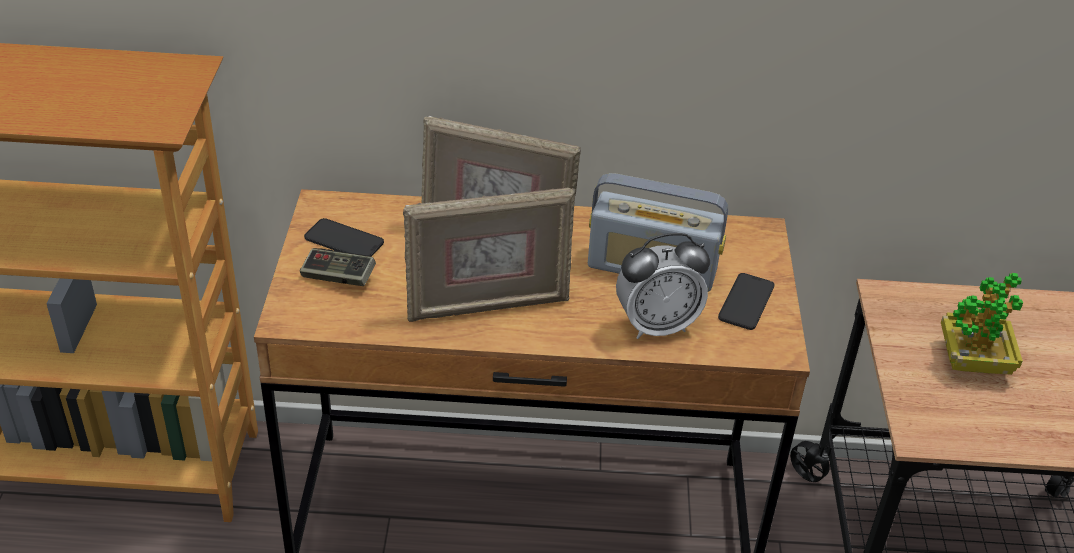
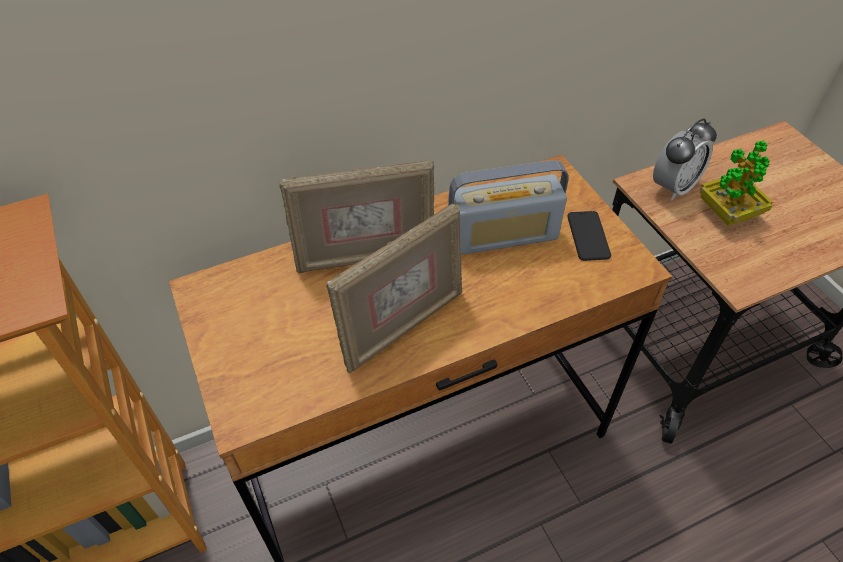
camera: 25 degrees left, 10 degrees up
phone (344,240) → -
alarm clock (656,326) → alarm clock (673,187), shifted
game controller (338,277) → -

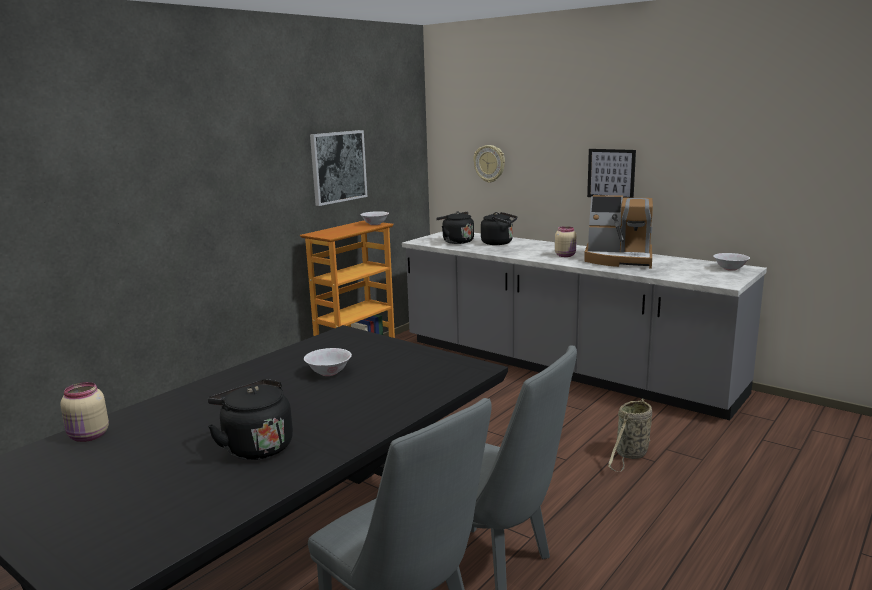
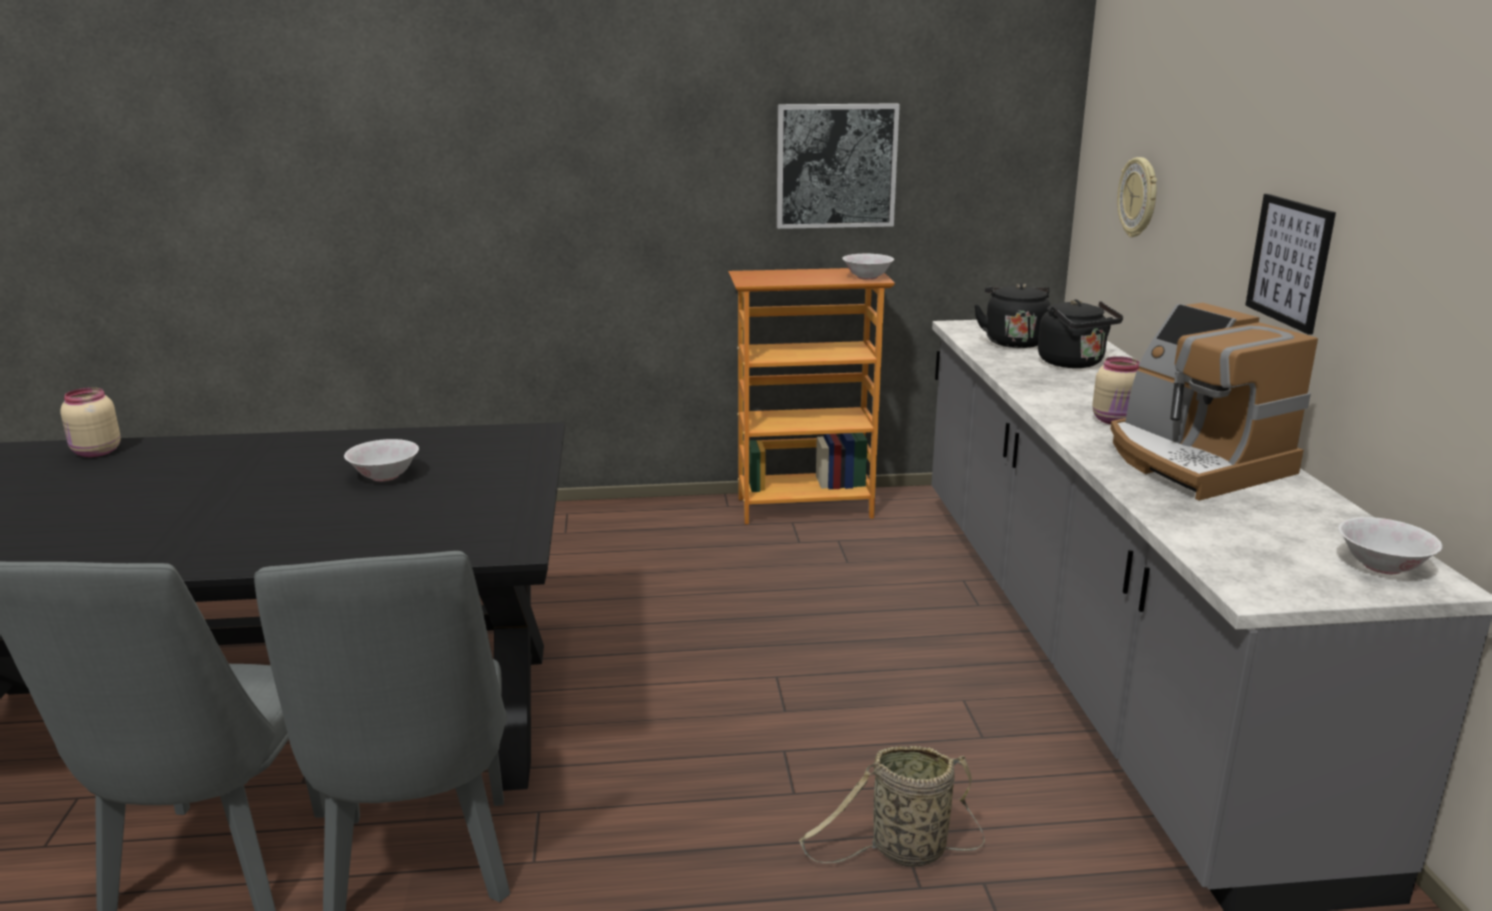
camera: 45 degrees right, 5 degrees up
black kettle (255,446) → -

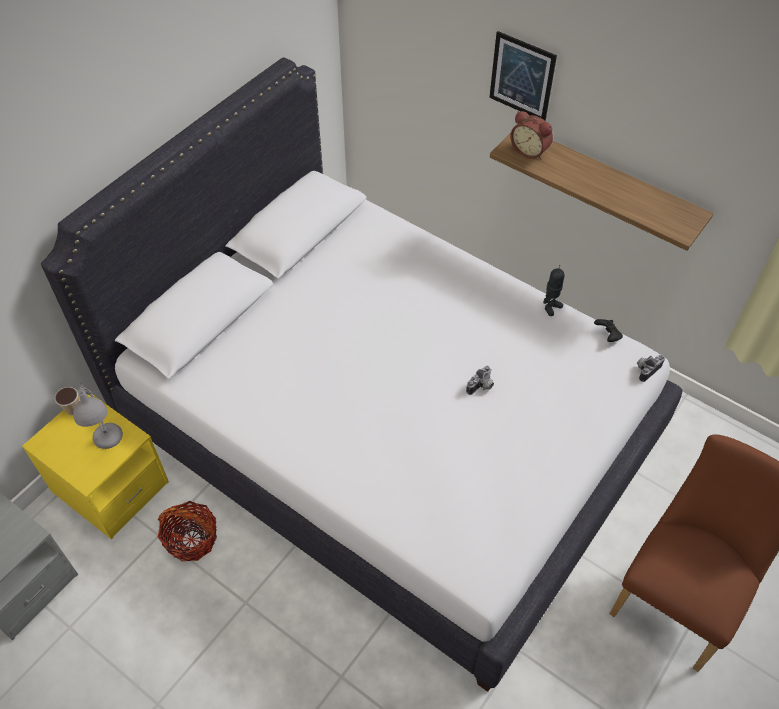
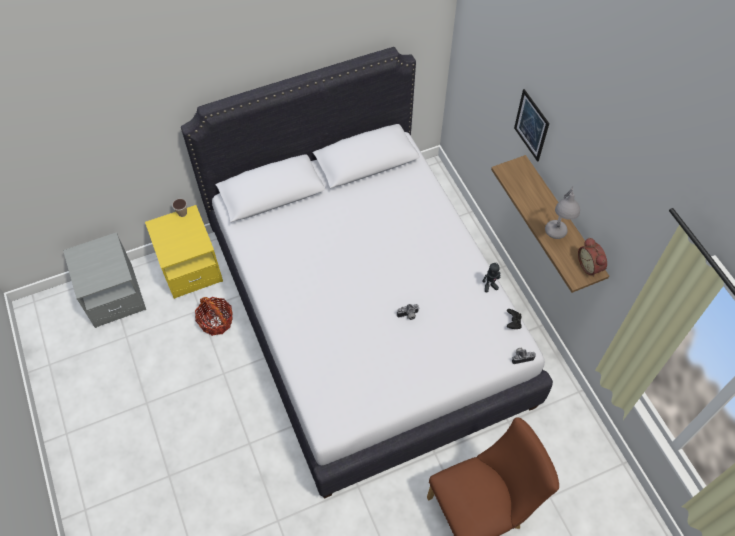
camera: 30 degrees right, 5 degrees up
alarm clock (530,150) → alarm clock (590,266), shifted
grey table lamp (109,446) → grey table lamp (555,237), shifted

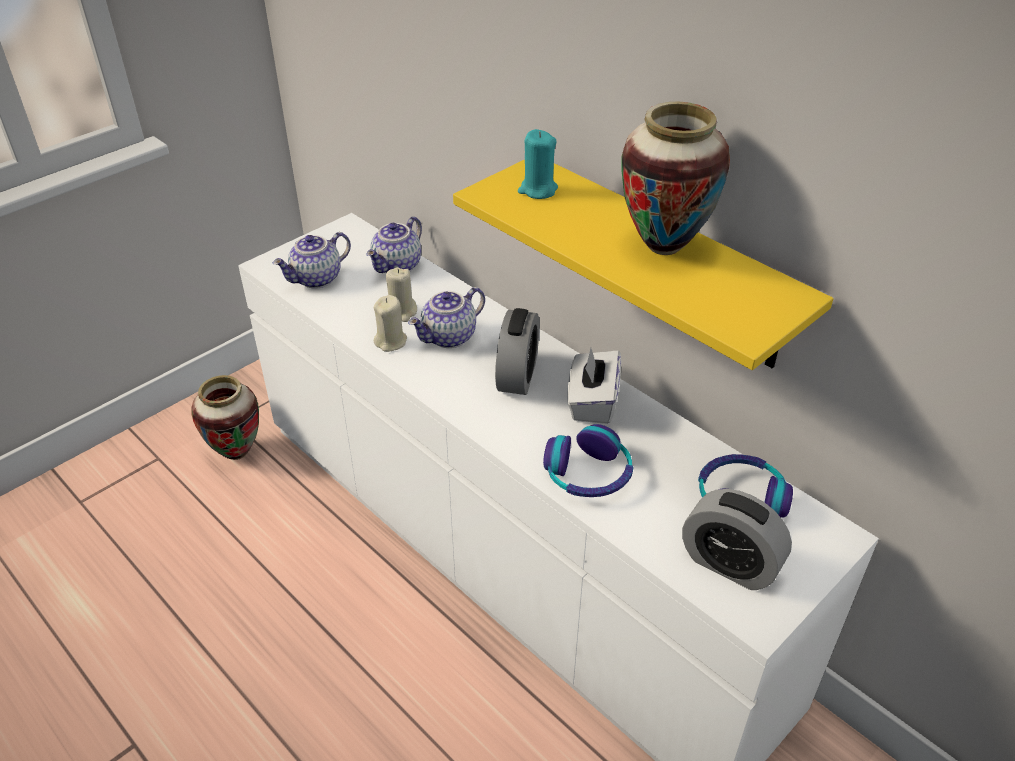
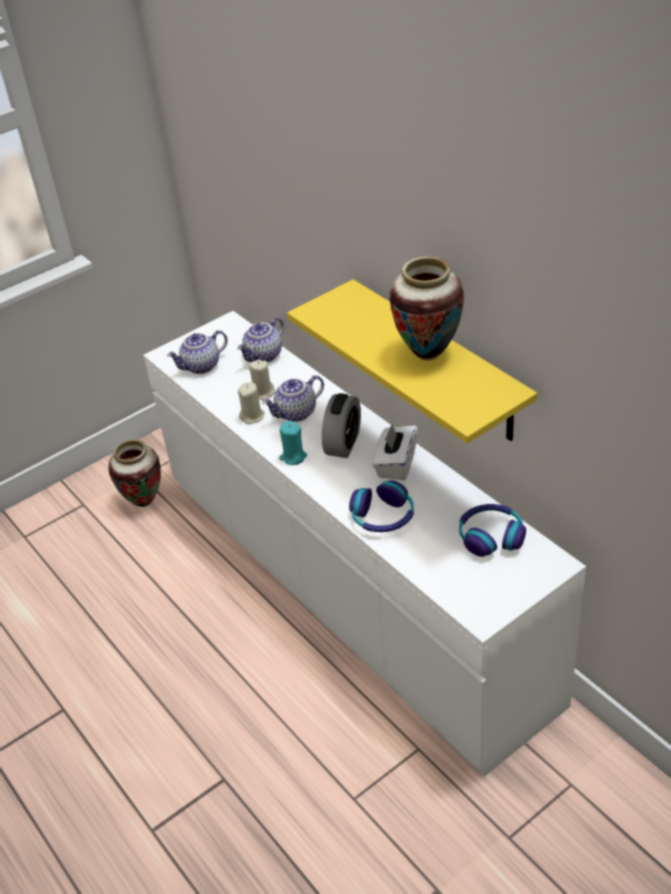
camera: 10 degrees right, 0 degrees up
turquoise candle (537,190) → turquoise candle (293,457), shifted
alarm clock (729,564) → -

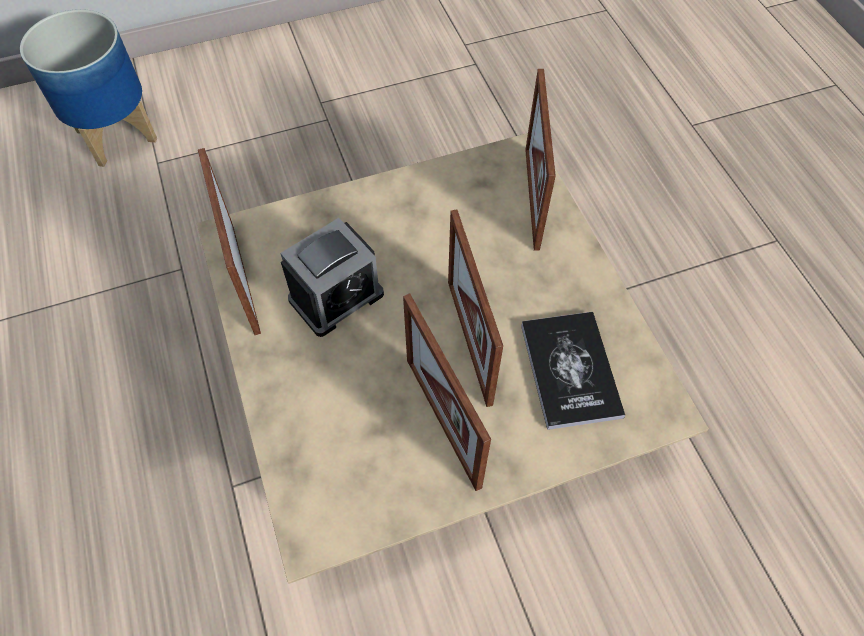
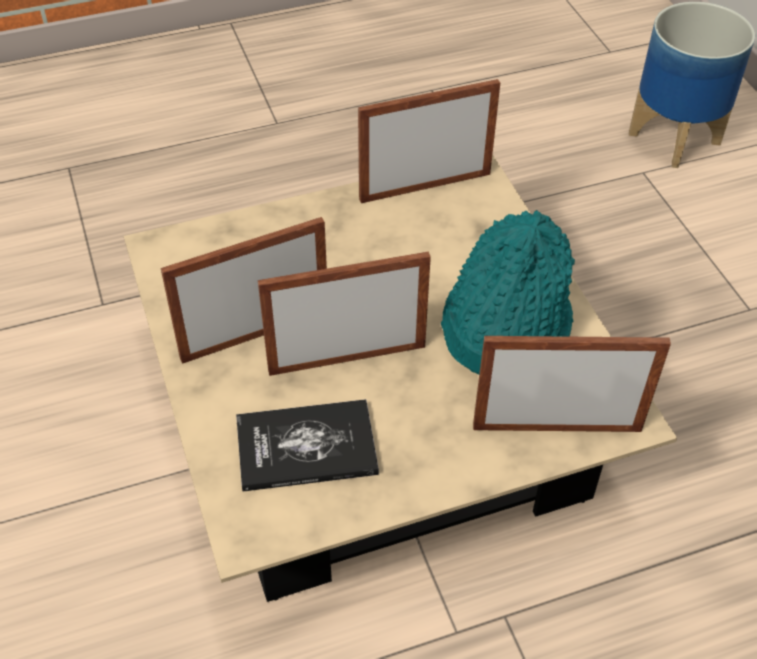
camera: 90 degrees right, 10 degrees down
alarm clock (336,297) → -
- → turquoise hat (504,325)

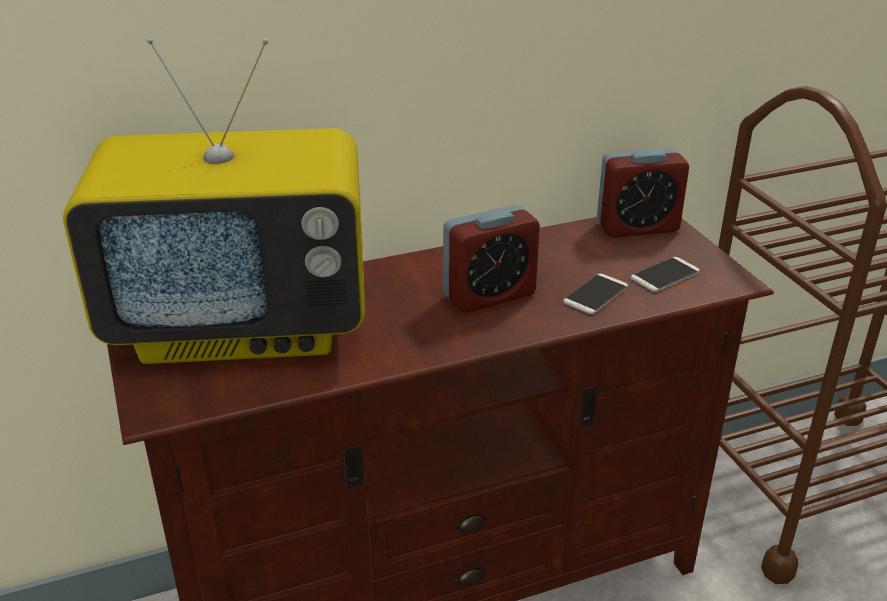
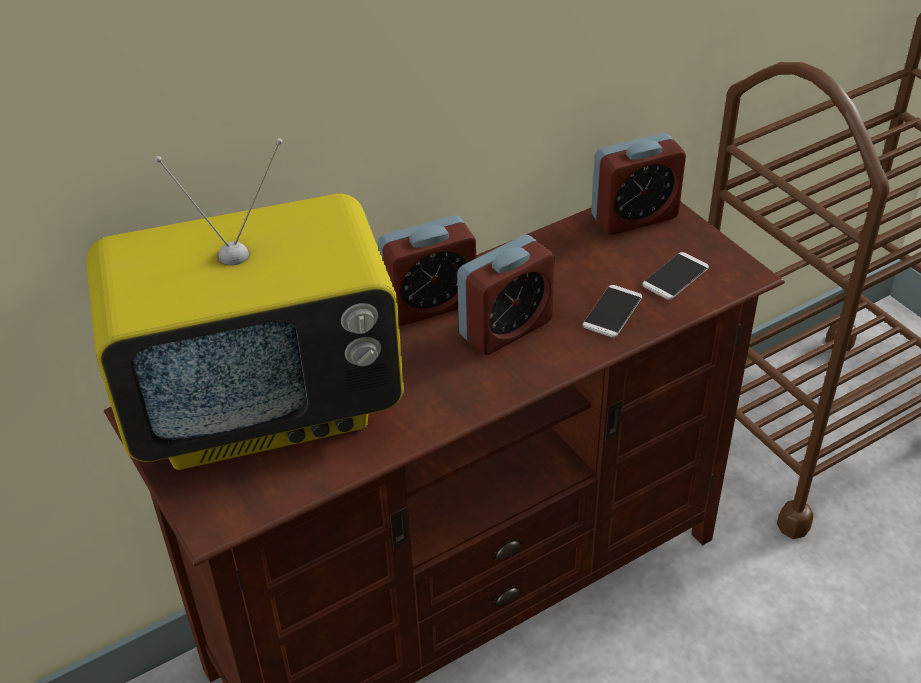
camera: 10 degrees left, 10 degrees up
- → alarm clock (430,304)

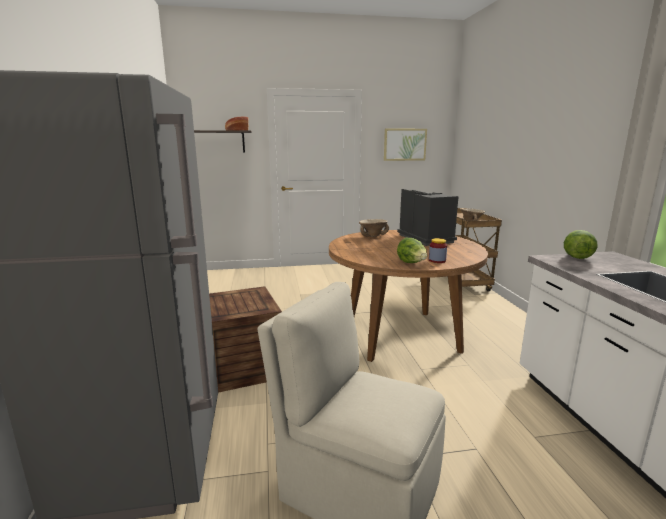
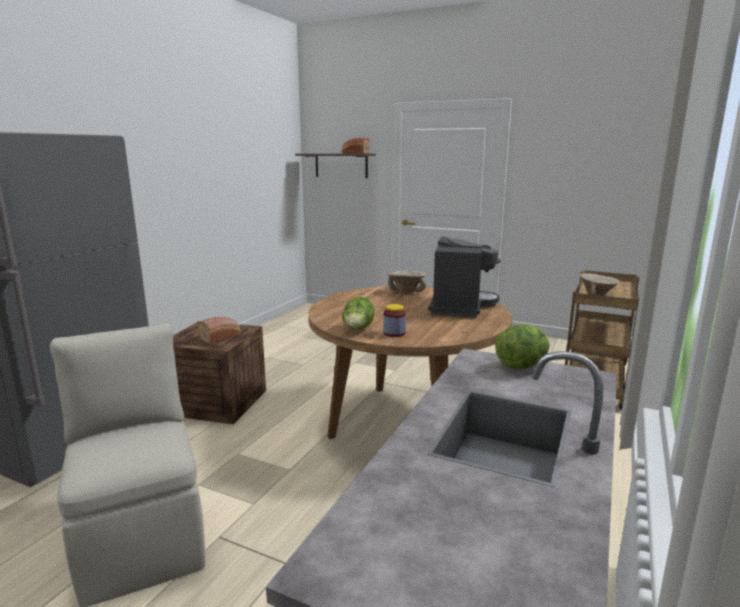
camera: 35 degrees right, 0 degrees up
picture (404,144) → -
- → bread (221,337)

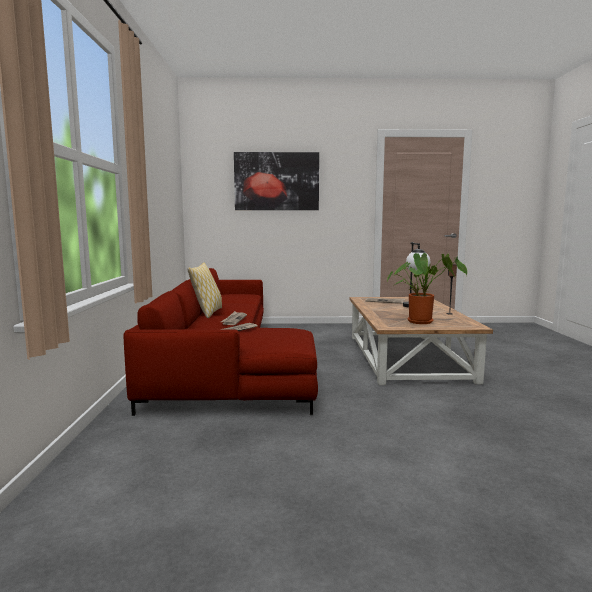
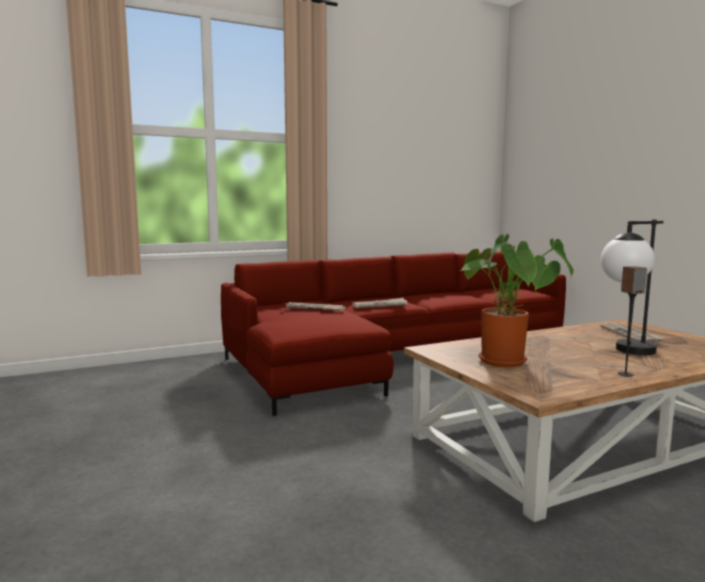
camera: 65 degrees right, 0 degrees up
picture (276,181) → -
pillow (207,313) → -

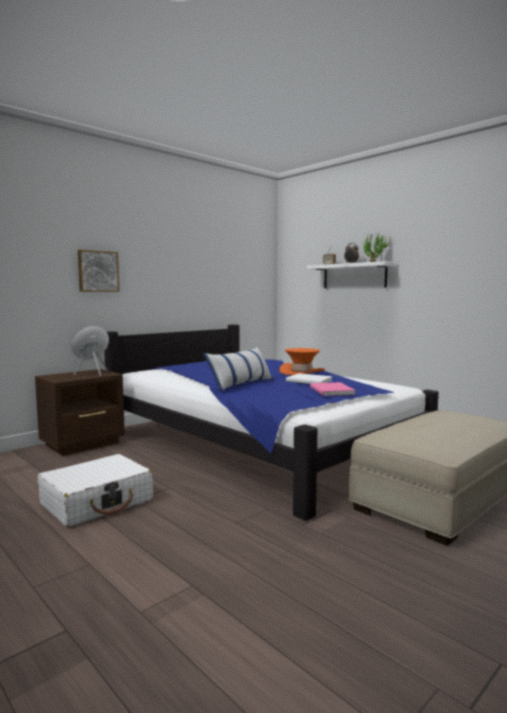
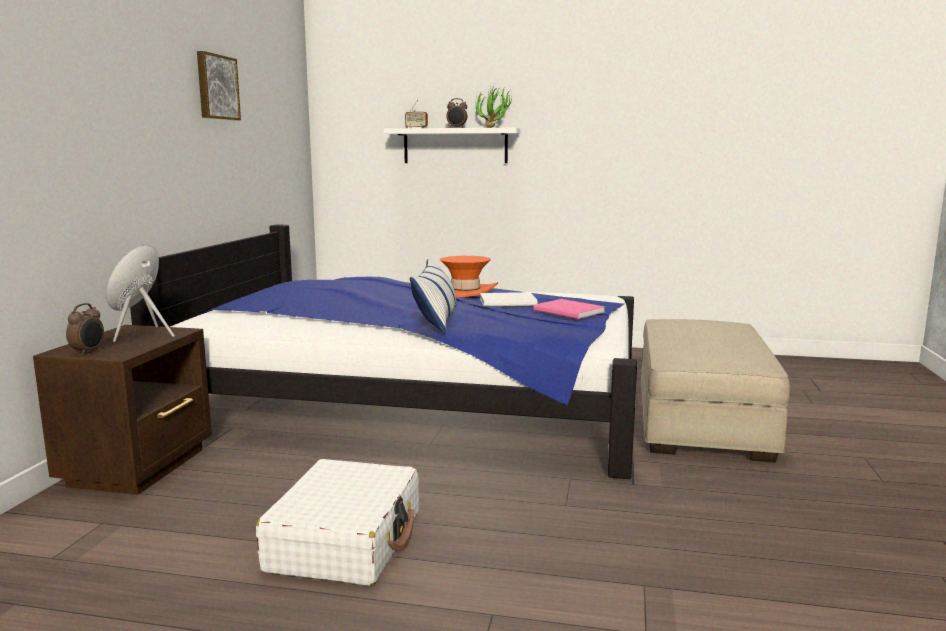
camera: 35 degrees left, 5 degrees up
picture (98,271) → picture (216,87), shifted
- → alarm clock (88,352)

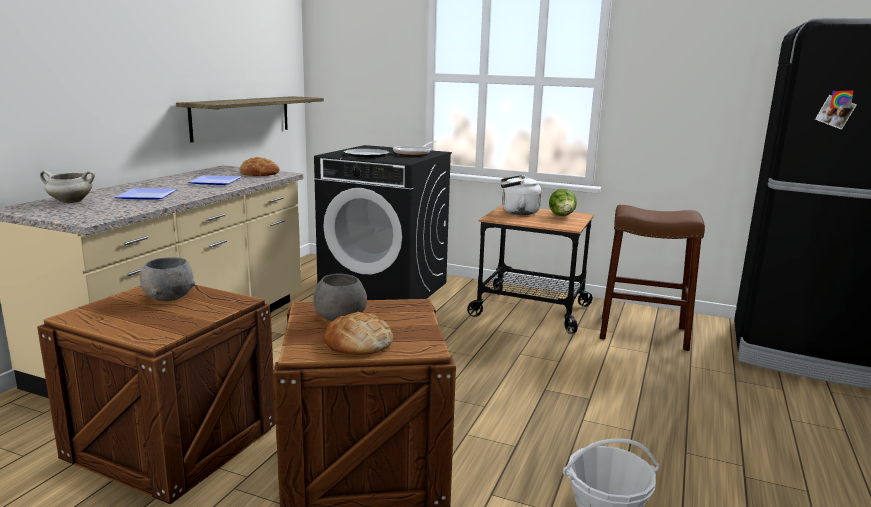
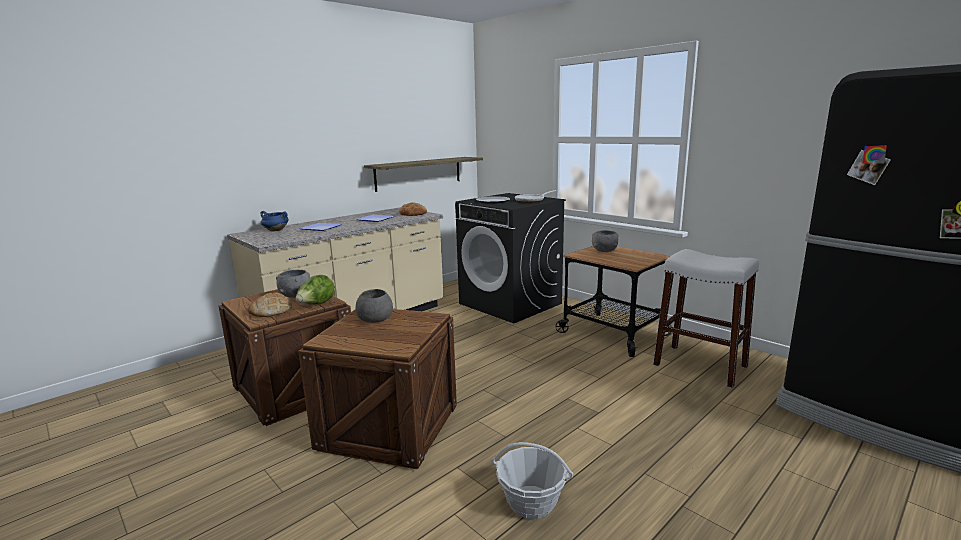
camera: 25 degrees right, 0 degrees up
white cooking pot (70,202) → blue cooking pot (275,230)
white kettle (517,212) → grey bowl (604,250)
lettuce (562,216) → lettuce (316,305), shifted
brown stool (642,333) → white stool (699,365)
bread (358,342) → bread (270,310), shifted

